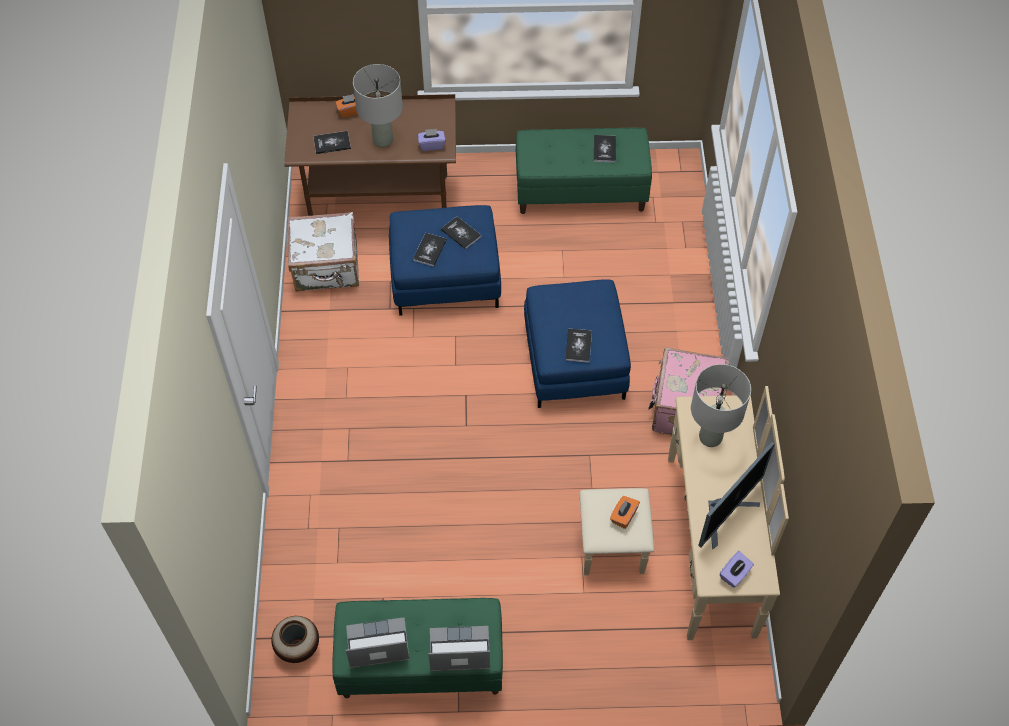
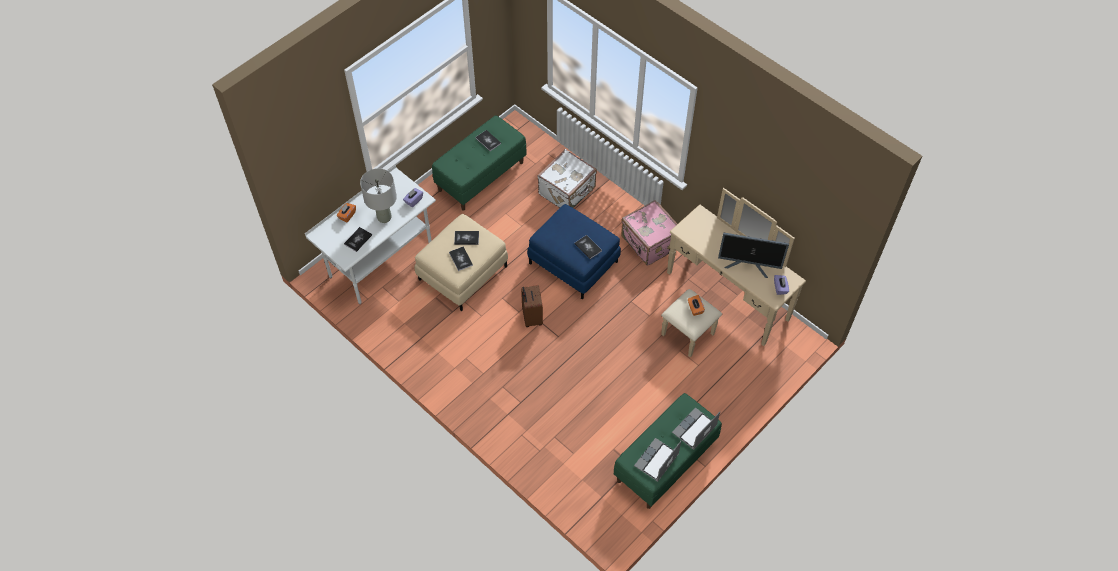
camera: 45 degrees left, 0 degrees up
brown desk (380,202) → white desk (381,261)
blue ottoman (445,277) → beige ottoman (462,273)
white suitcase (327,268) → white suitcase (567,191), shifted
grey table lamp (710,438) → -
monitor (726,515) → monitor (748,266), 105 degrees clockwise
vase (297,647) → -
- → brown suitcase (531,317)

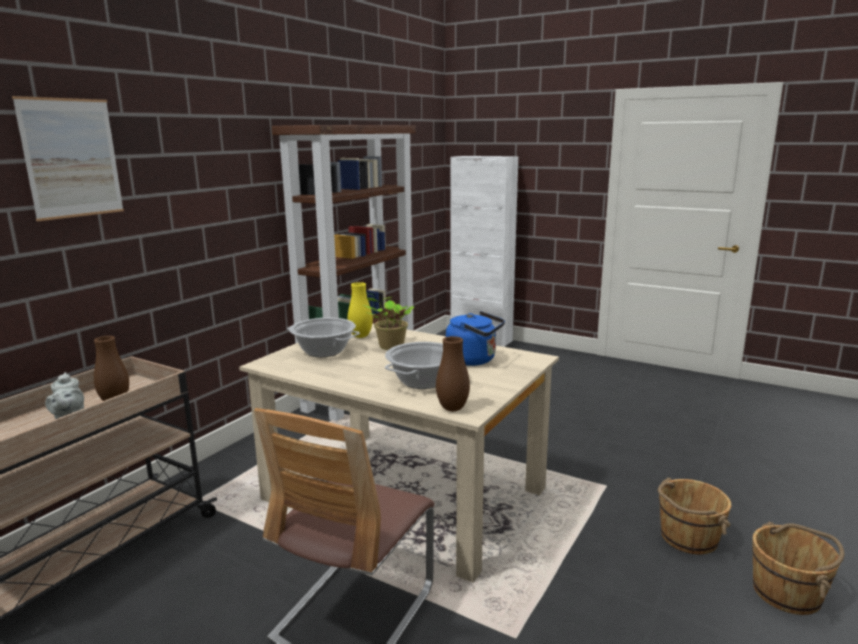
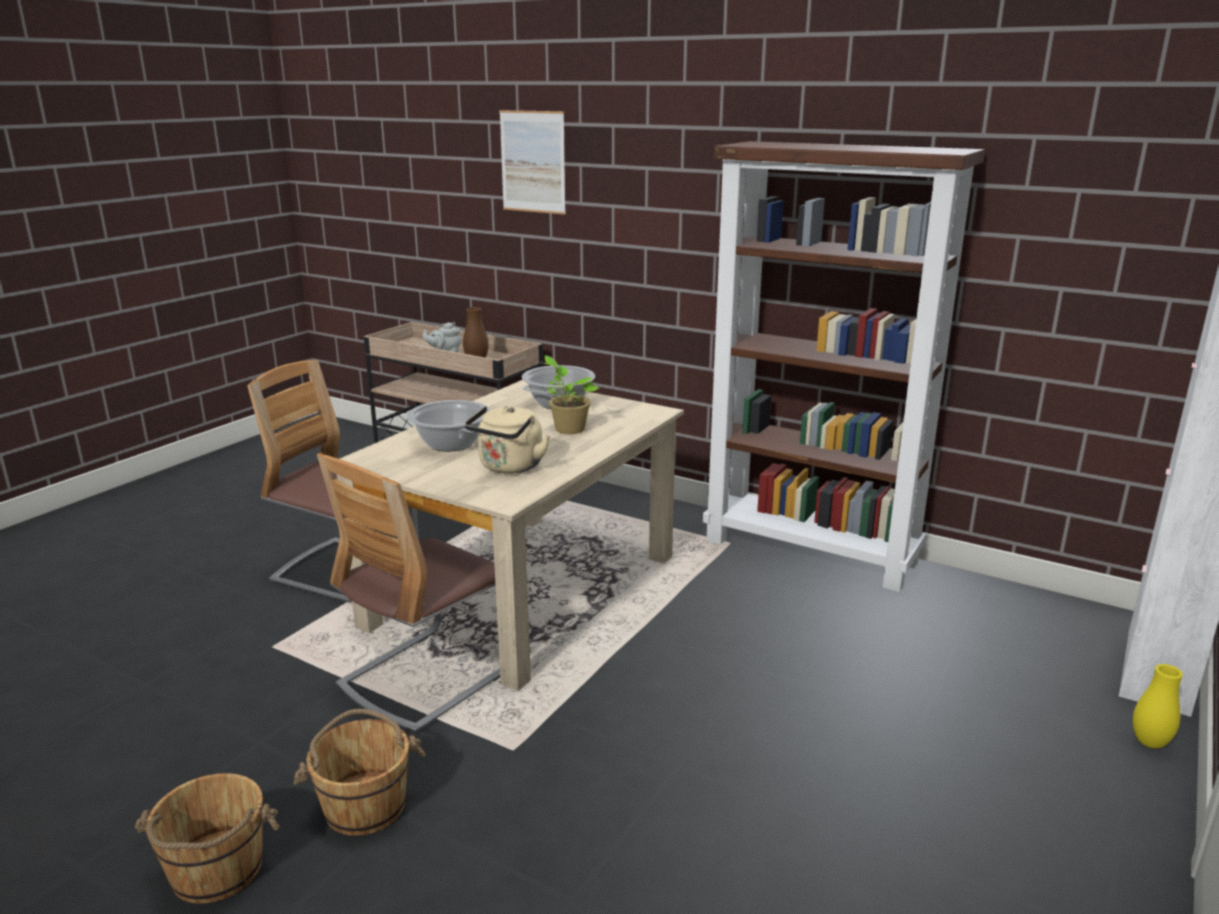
camera: 90 degrees right, 5 degrees up
yellow vase (360,336) → yellow vase (1149,743), shifted
blue kettle (474,360) → beige kettle (509,467)
brown vase (452,408) → -
- → chair (427,677)

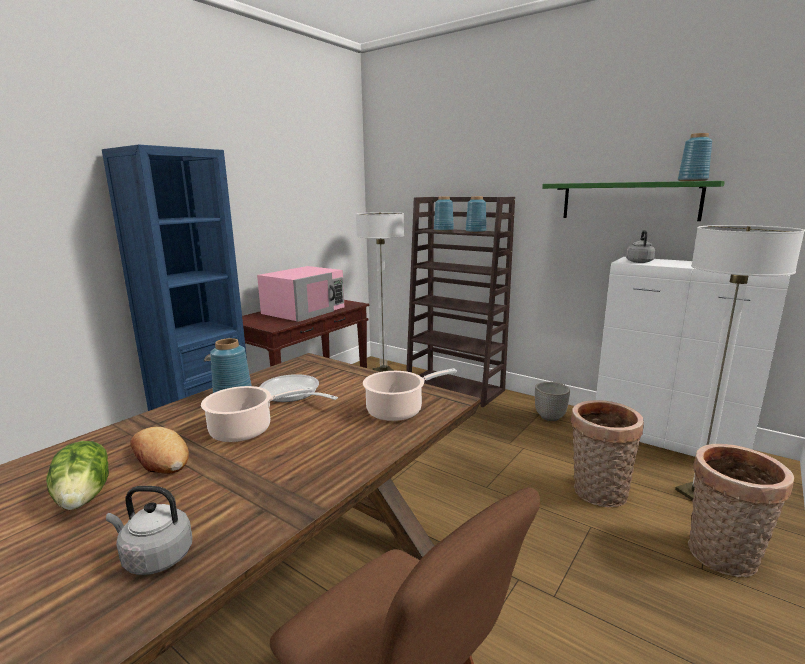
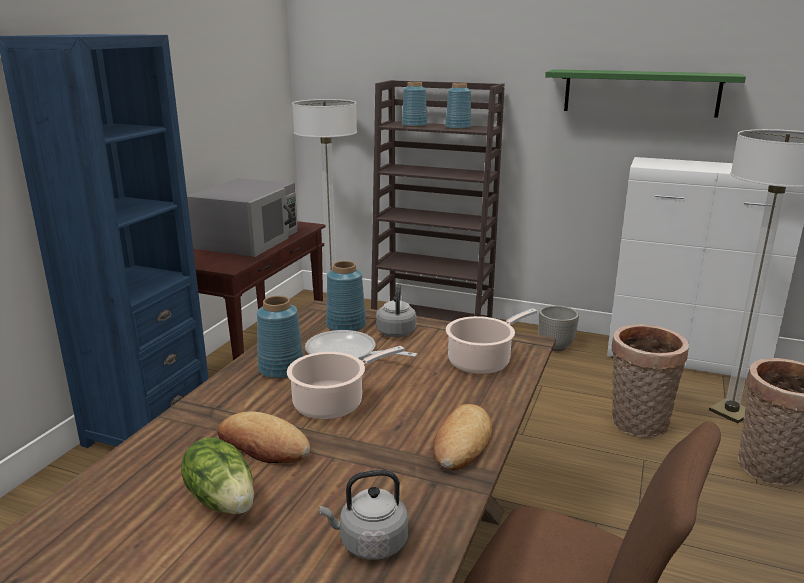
camera: 15 degrees left, 5 degrees up
blue vase (692,181) → blue vase (346,325), shifted
grey kettle (639,261) → grey kettle (396,331), shifted
pink microwave (304,310) → grey microwave (248,239)
- → bread (461,443)

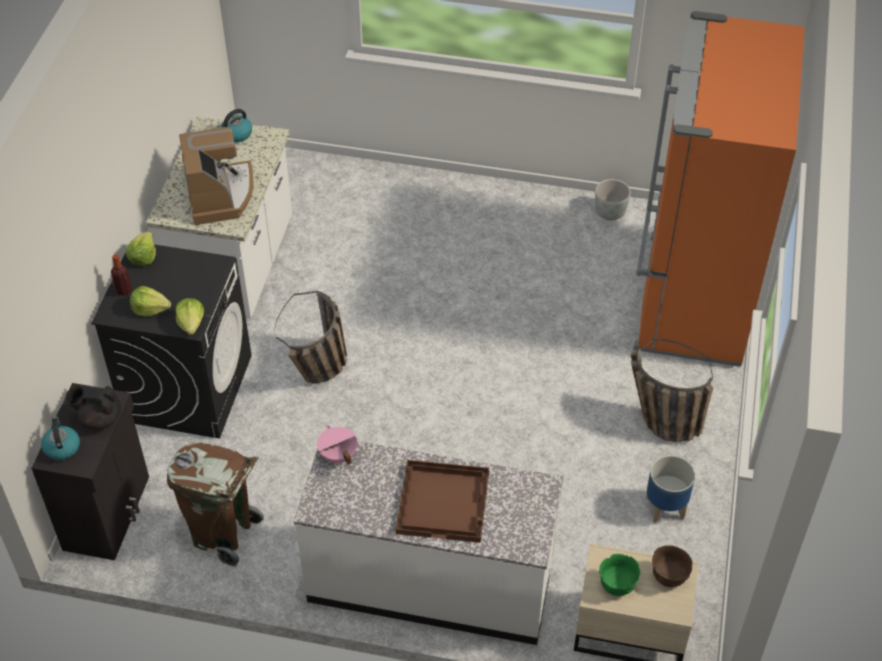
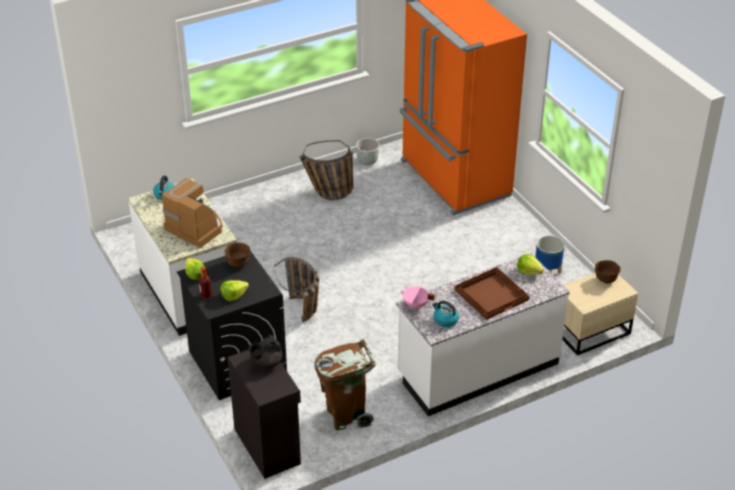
camera: 40 degrees left, 10 degrees down
lettuce (191,323) → lettuce (529,271), shifted
basket (658,421) → basket (327,194), shifted
kettle (62,447) → kettle (445,320), shifted
green bowl (617,585) → -
- → brown bowl (238,263)

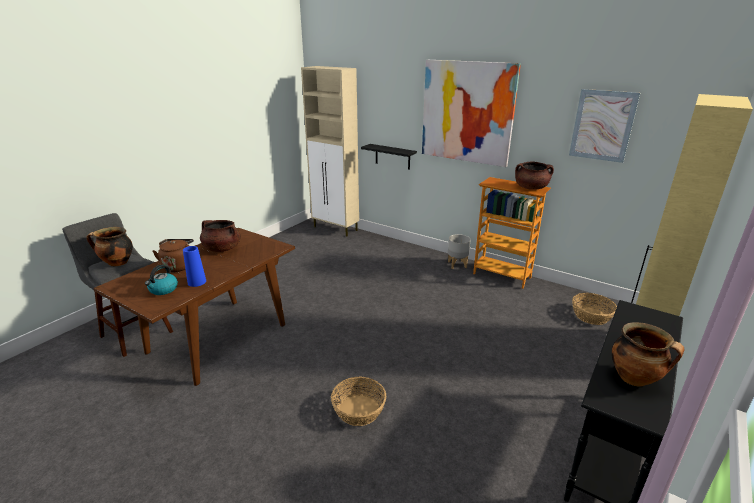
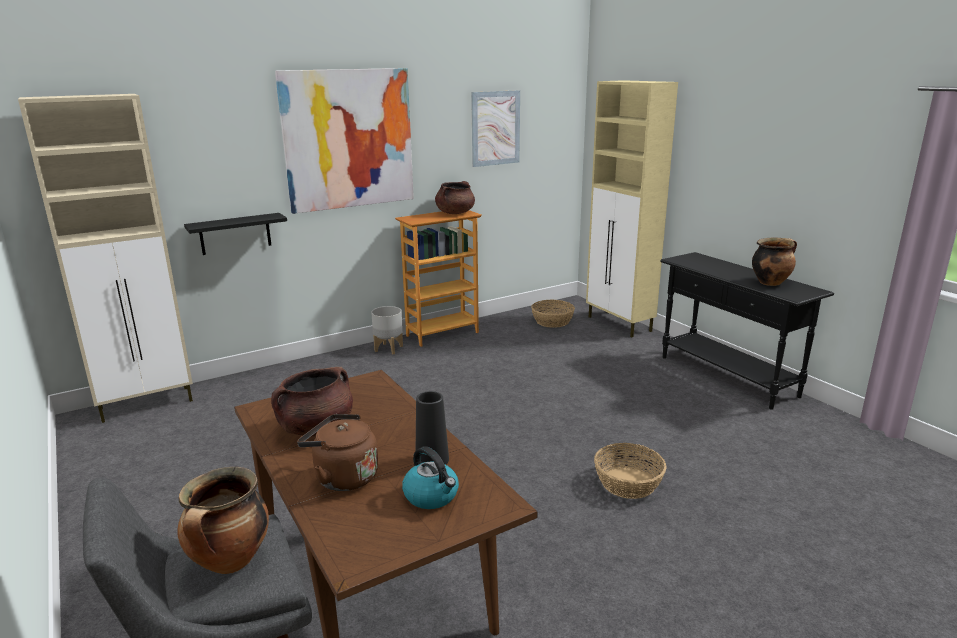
camera: 65 degrees left, 5 degrees down
blue vase (197,282) → black vase (432,460)

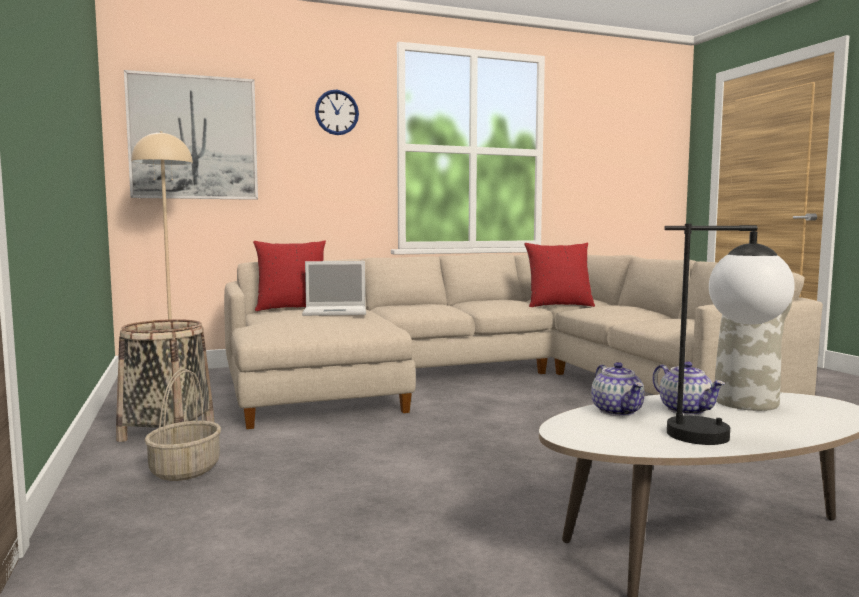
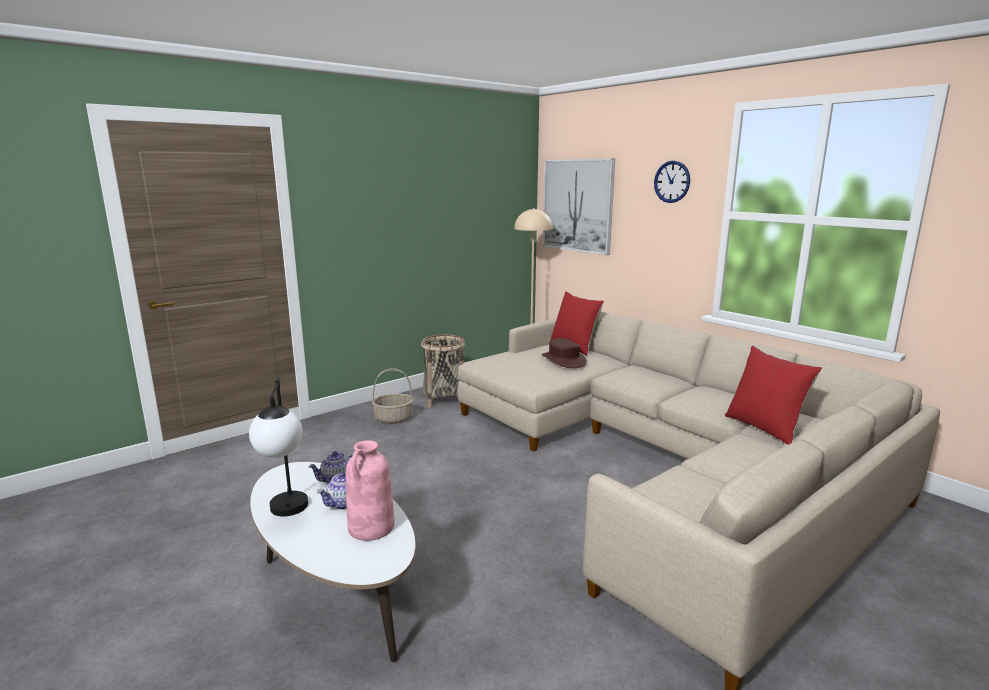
camera: 70 degrees right, 10 degrees up
laptop (336,311) → brown hat (563,360)
white vase (747,403) → pink vase (371,528)

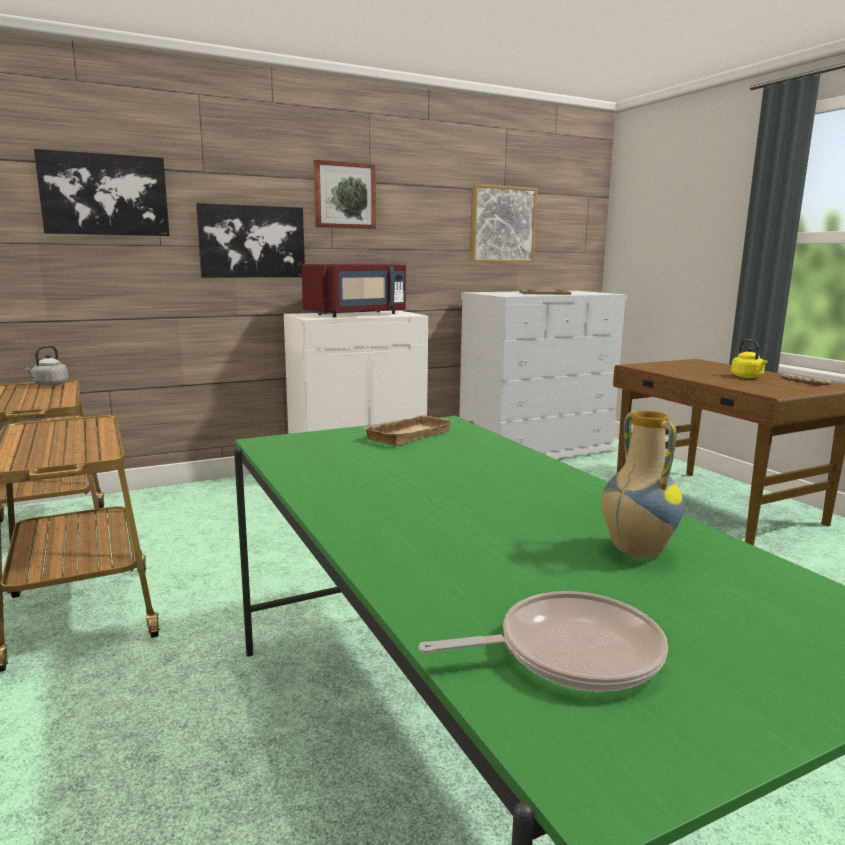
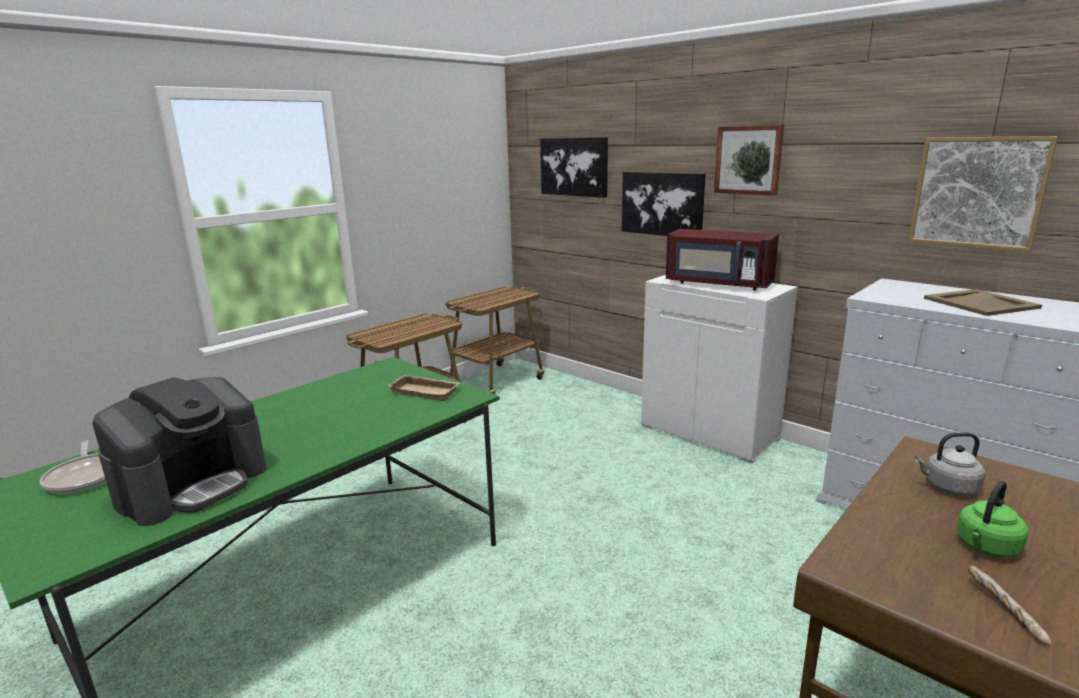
camera: 70 degrees right, 5 degrees up
yellow kettle (748,377) → green kettle (986,547)
grey kettle (49,384) → grey kettle (948,487), shifted
vase (635,550) → coffee machine (193,484)

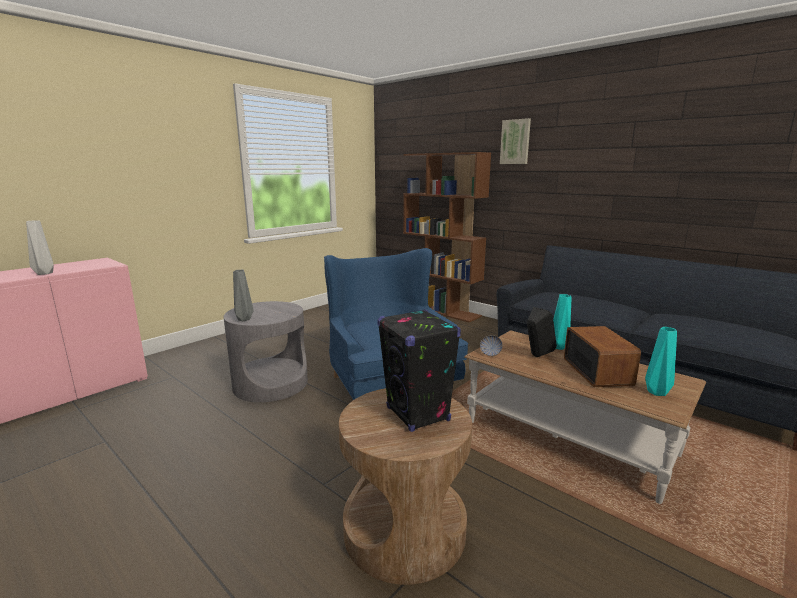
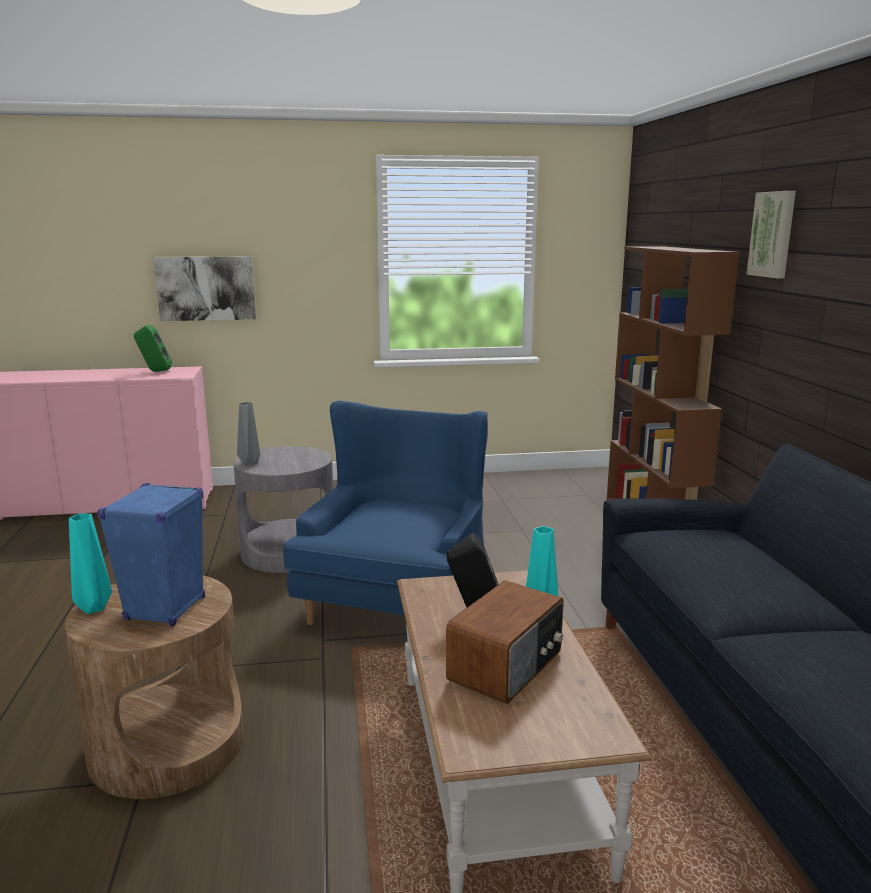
camera: 40 degrees right, 0 degrees up
grey vase (44,273) → -
black speaker (418,414) → blue speaker (165,609)
turquoise vase (657,393) → turquoise vase (92,608), shifted
bowl (490,353) → -
- → picture (206,288)
- → green speaker (155,371)

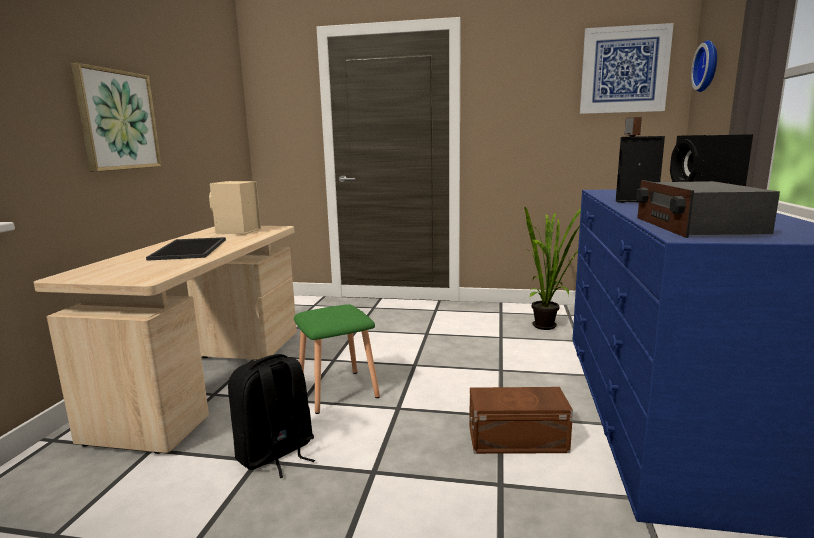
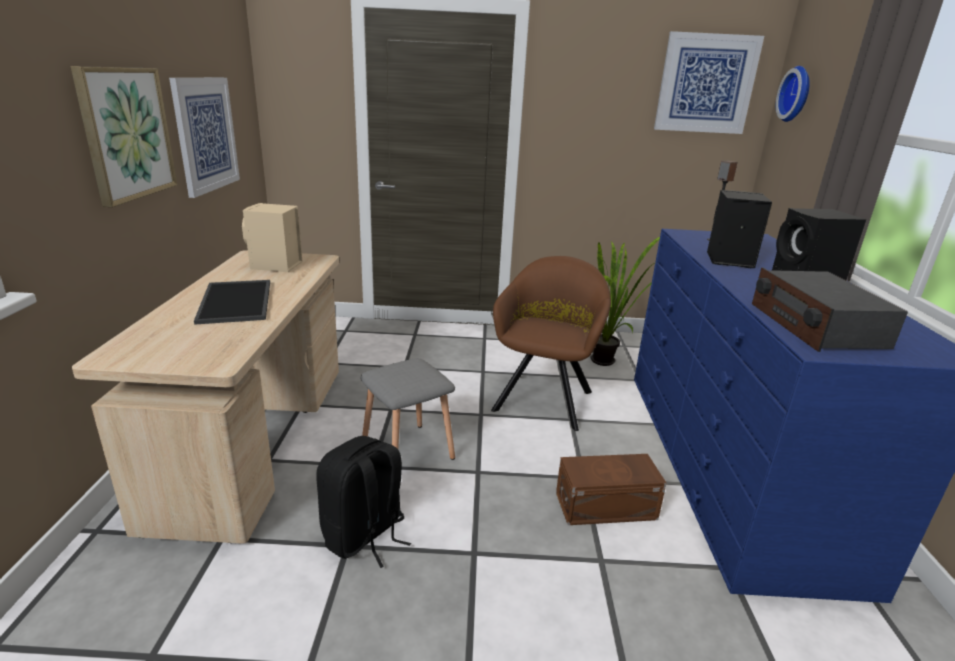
camera: 10 degrees left, 10 degrees up
green stool (338,391) → grey stool (409,452)
- → picture (206,134)
- → brown armchair (545,397)

